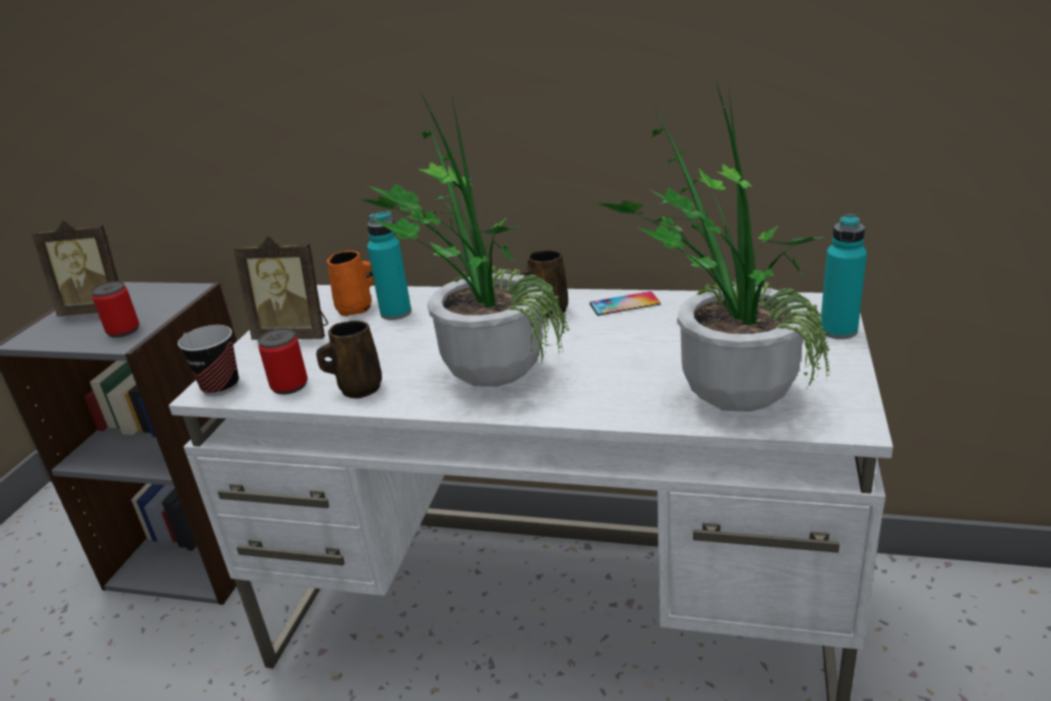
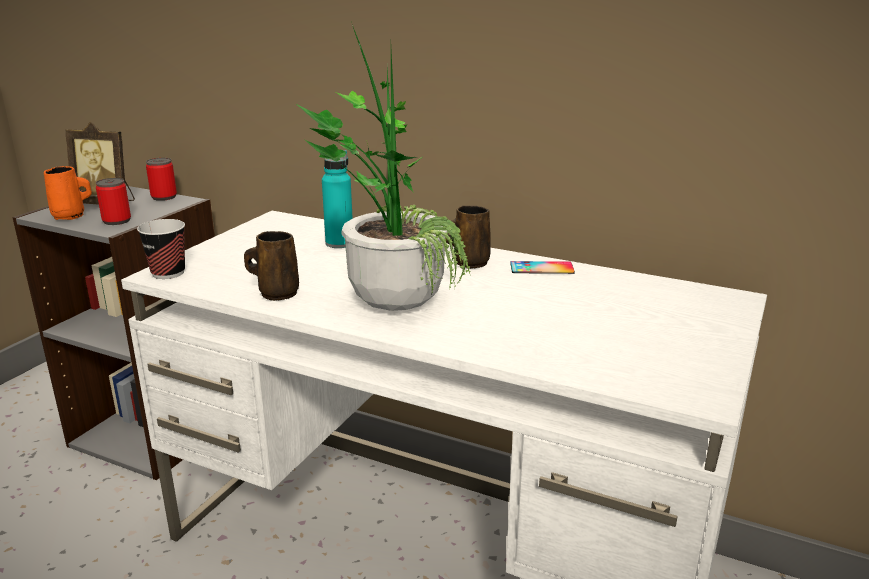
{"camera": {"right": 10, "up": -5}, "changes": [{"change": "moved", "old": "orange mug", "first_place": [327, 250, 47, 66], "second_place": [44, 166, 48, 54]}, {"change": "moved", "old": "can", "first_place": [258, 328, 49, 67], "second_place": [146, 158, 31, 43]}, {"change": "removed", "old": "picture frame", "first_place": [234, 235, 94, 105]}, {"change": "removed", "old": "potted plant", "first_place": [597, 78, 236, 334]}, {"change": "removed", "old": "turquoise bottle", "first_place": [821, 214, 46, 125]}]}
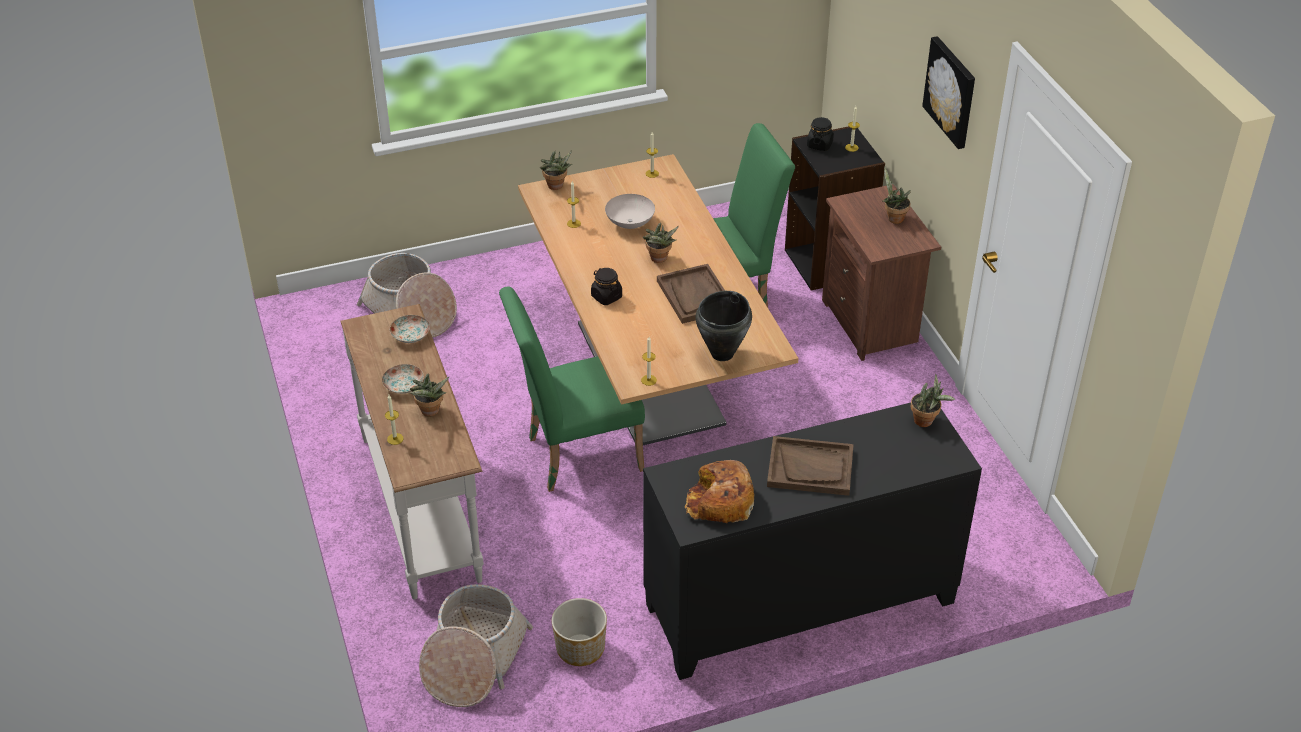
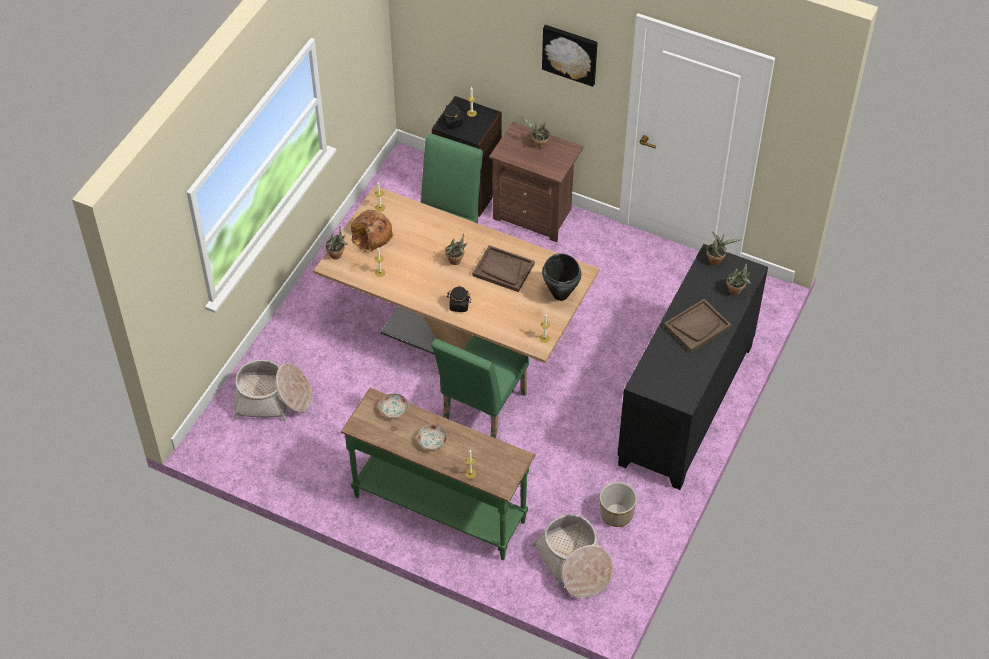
{"camera": {"right": -45, "up": 10}, "changes": [{"change": "recoloured", "old": "white console table", "new": "green console table", "first_place": [340, 304, 144, 296], "second_place": [341, 388, 194, 172]}, {"change": "moved", "old": "bread", "first_place": [685, 460, 69, 63], "second_place": [350, 210, 44, 42]}, {"change": "moved", "old": "potted plant", "first_place": [410, 373, 39, 44], "second_place": [726, 263, 25, 32]}, {"change": "removed", "old": "white bowl", "first_place": [605, 194, 50, 35]}]}
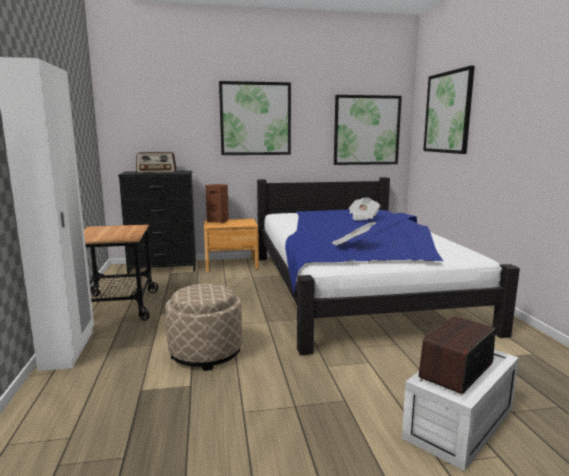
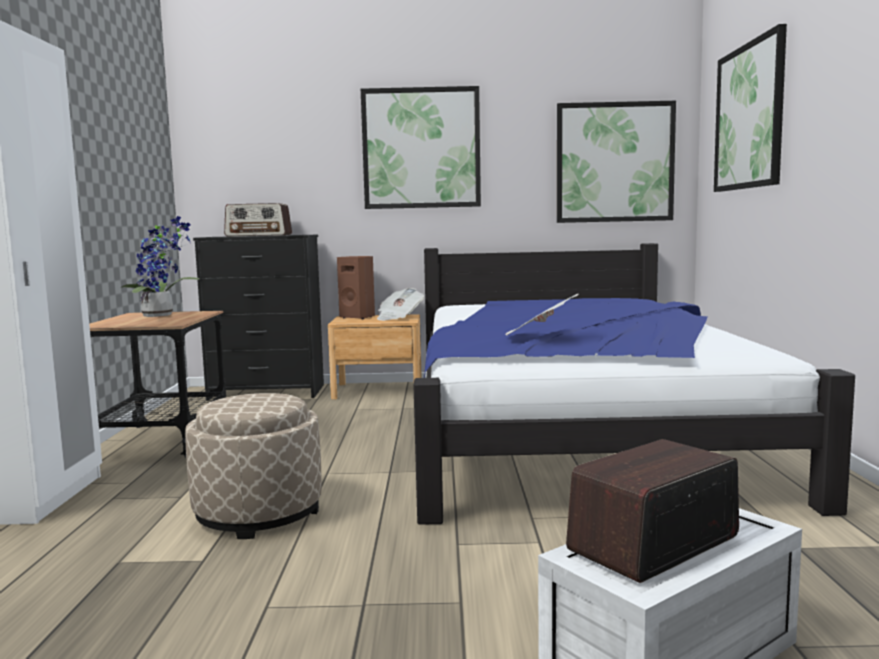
{"camera": {"right": 10, "up": -5}, "changes": [{"change": "added", "new": "potted plant", "second_place": [121, 216, 79, 101]}, {"change": "moved", "old": "newspaper", "first_place": [349, 197, 31, 23], "second_place": [377, 288, 47, 33]}]}
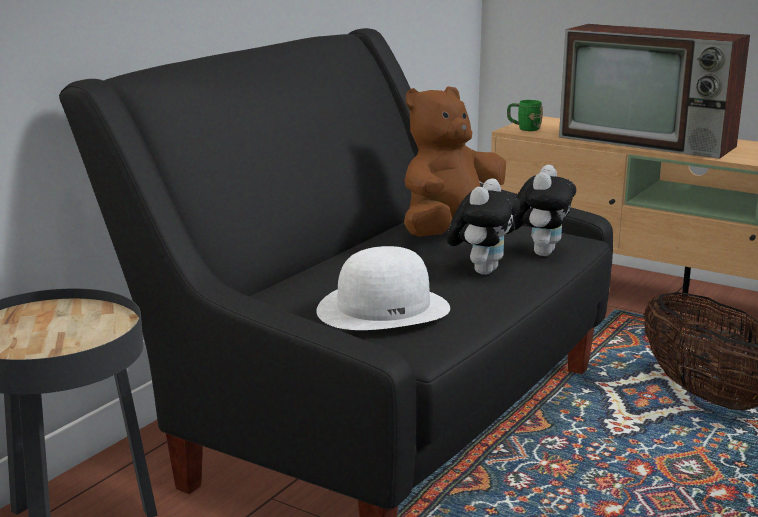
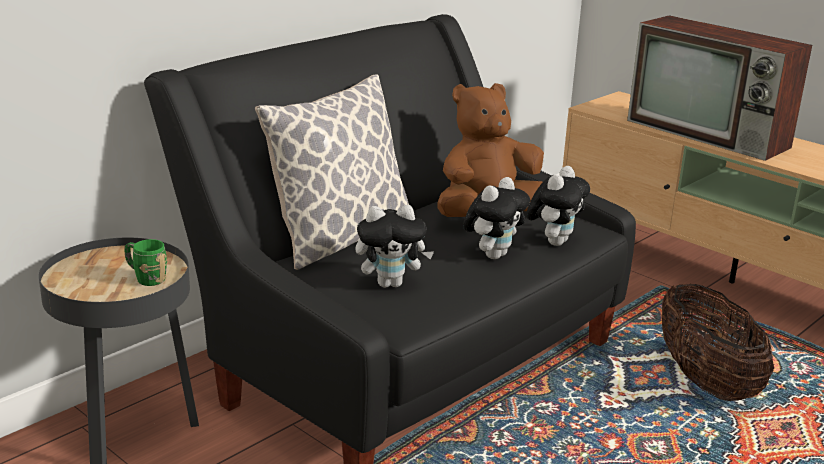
{"camera": {"right": 10, "up": 5}, "changes": [{"change": "moved", "old": "green mug", "first_place": [507, 100, 36, 31], "second_place": [124, 239, 43, 47]}, {"change": "added", "new": "pillow", "second_place": [255, 75, 154, 195]}, {"change": "replaced", "old": "white hat", "new": "plush toy", "first_place": [316, 246, 134, 84], "second_place": [356, 205, 78, 83]}]}
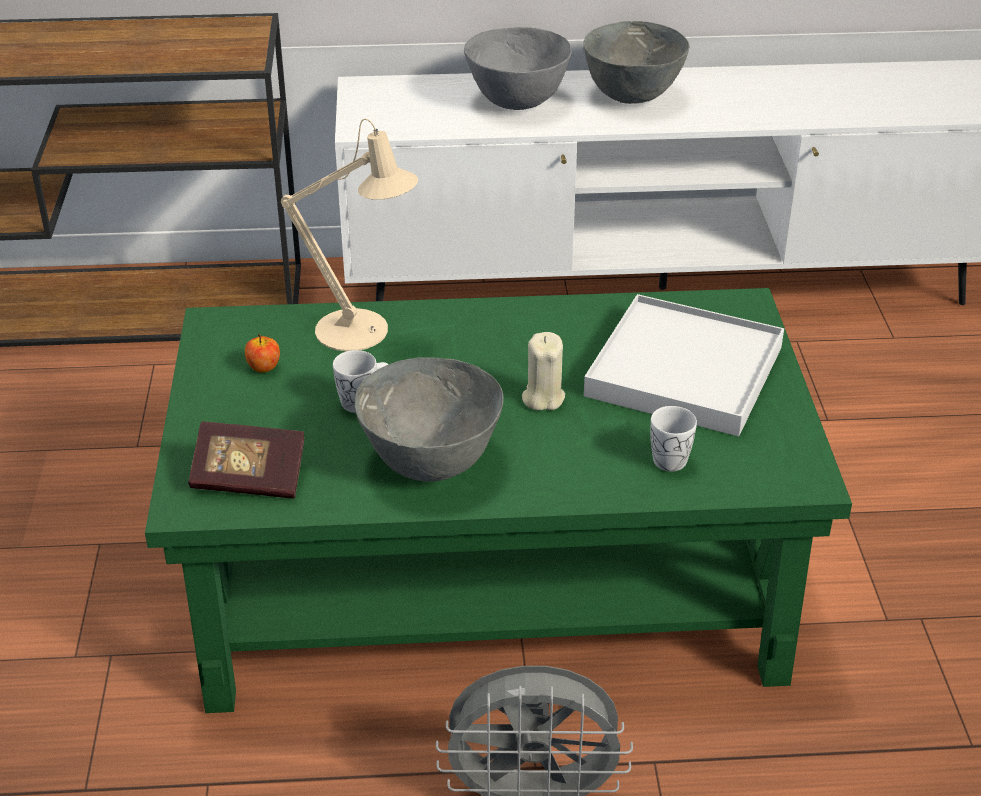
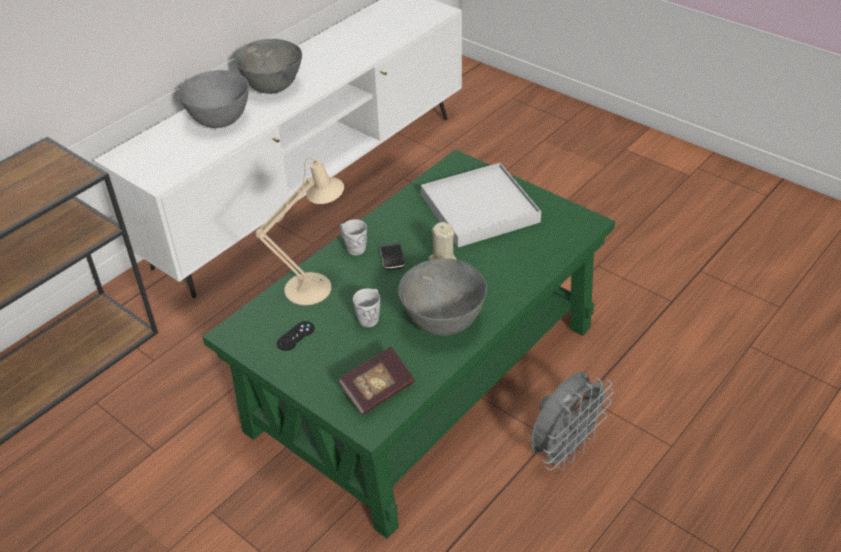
{"camera": {"right": -45, "up": 5}, "changes": [{"change": "replaced", "old": "apple", "new": "black game controller", "first_place": [245, 334, 35, 39], "second_place": [276, 321, 39, 30]}, {"change": "moved", "old": "white mug", "first_place": [650, 406, 47, 66], "second_place": [339, 219, 28, 37]}, {"change": "added", "new": "phone", "second_place": [380, 242, 25, 28]}]}
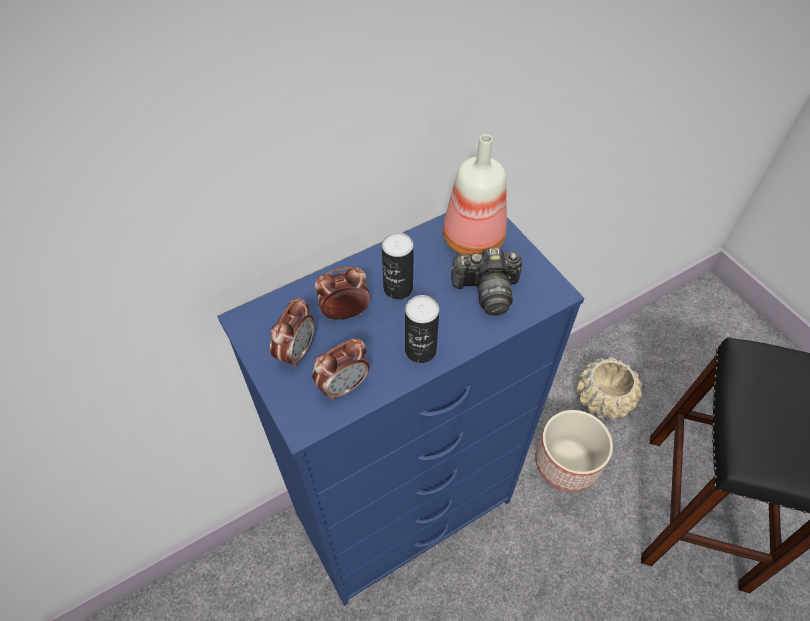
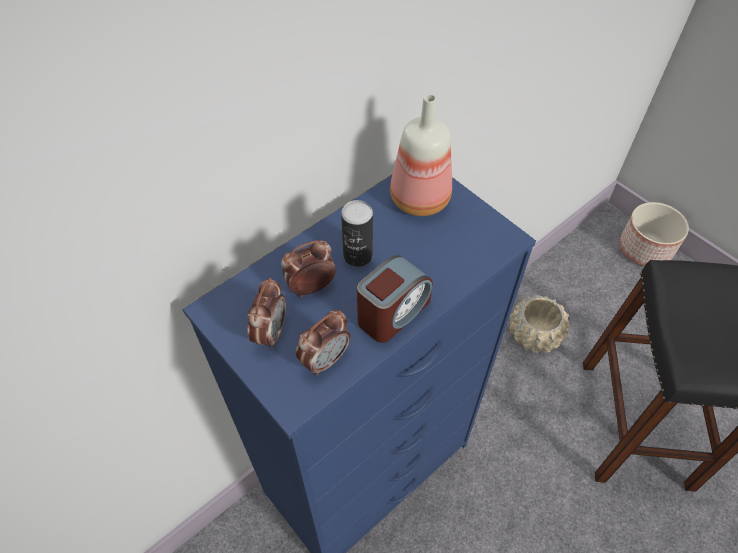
{"camera": {"right": -10, "up": 0}, "changes": [{"change": "replaced", "old": "can", "new": "alarm clock", "first_place": [405, 295, 34, 68], "second_place": [357, 255, 76, 88]}, {"change": "moved", "old": "planter", "first_place": [535, 410, 78, 82], "second_place": [619, 202, 70, 64]}, {"change": "removed", "old": "photo camera", "first_place": [450, 248, 72, 67]}]}
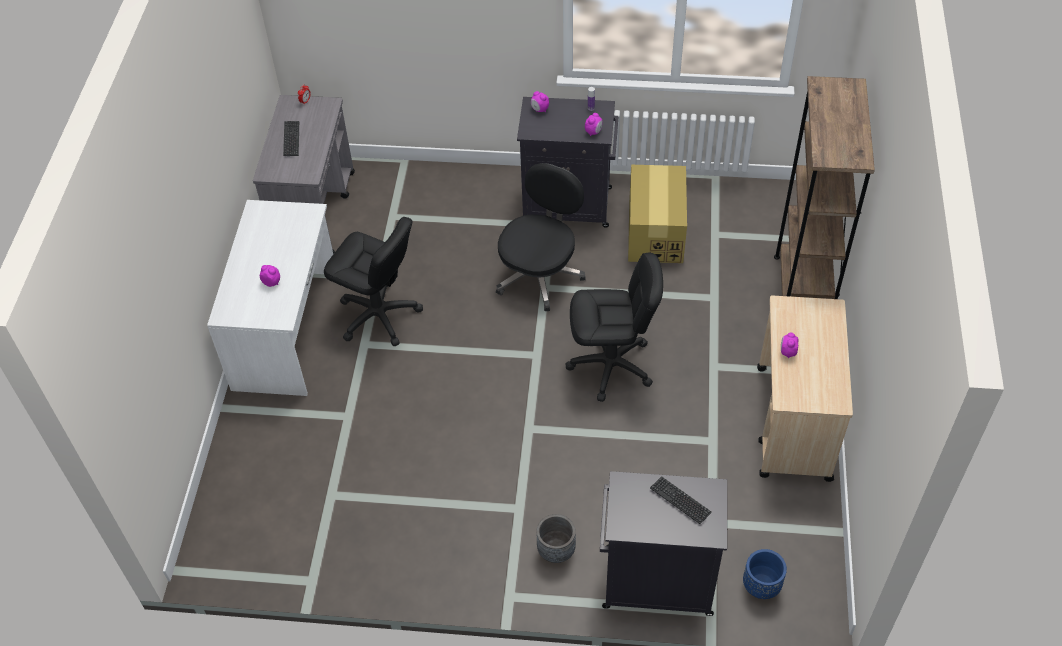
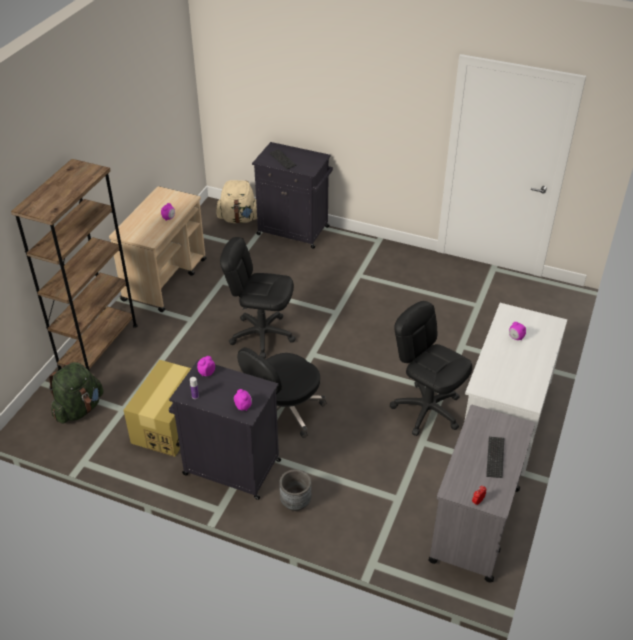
{"camera": {"right": -165, "up": -10}, "changes": [{"change": "added", "new": "green backpack", "second_place": [49, 362, 55, 62]}, {"change": "replaced", "old": "blue planter", "new": "beige backpack", "first_place": [743, 549, 44, 50], "second_place": [216, 180, 41, 44]}, {"change": "moved", "old": "grey planter", "first_place": [537, 514, 39, 49], "second_place": [279, 469, 32, 42]}]}
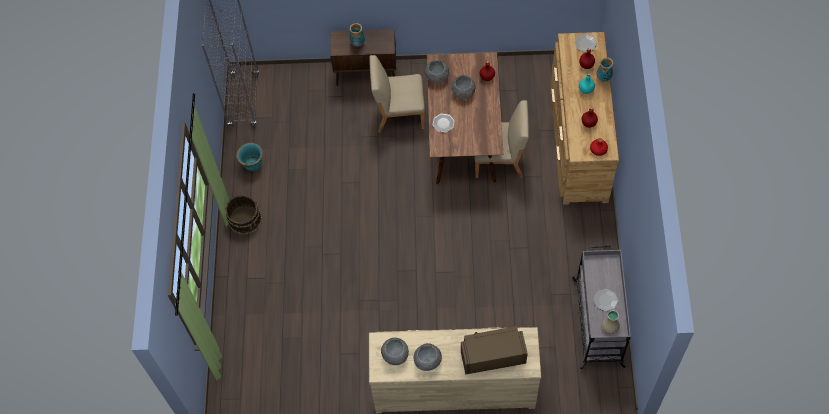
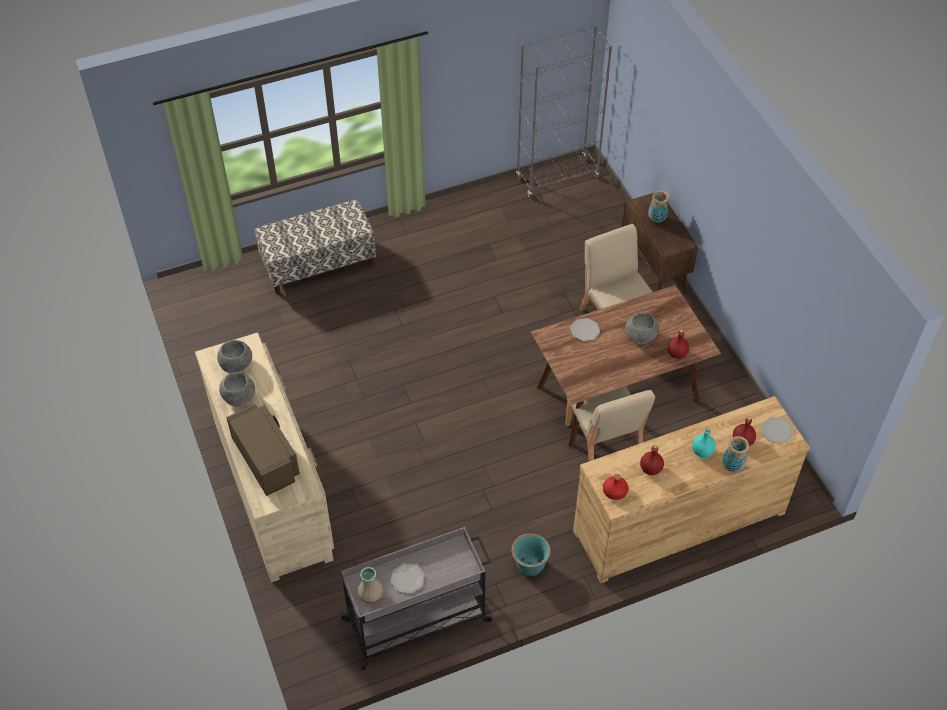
{"camera": {"right": 65, "up": -10}, "changes": [{"change": "added", "new": "bench", "second_place": [255, 199, 121, 96]}, {"change": "moved", "old": "turquoise planter", "first_place": [236, 143, 27, 28], "second_place": [511, 533, 40, 43]}, {"change": "removed", "old": "brown bucket", "first_place": [225, 194, 37, 41]}, {"change": "removed", "old": "grey bowl", "first_place": [425, 60, 24, 24]}]}
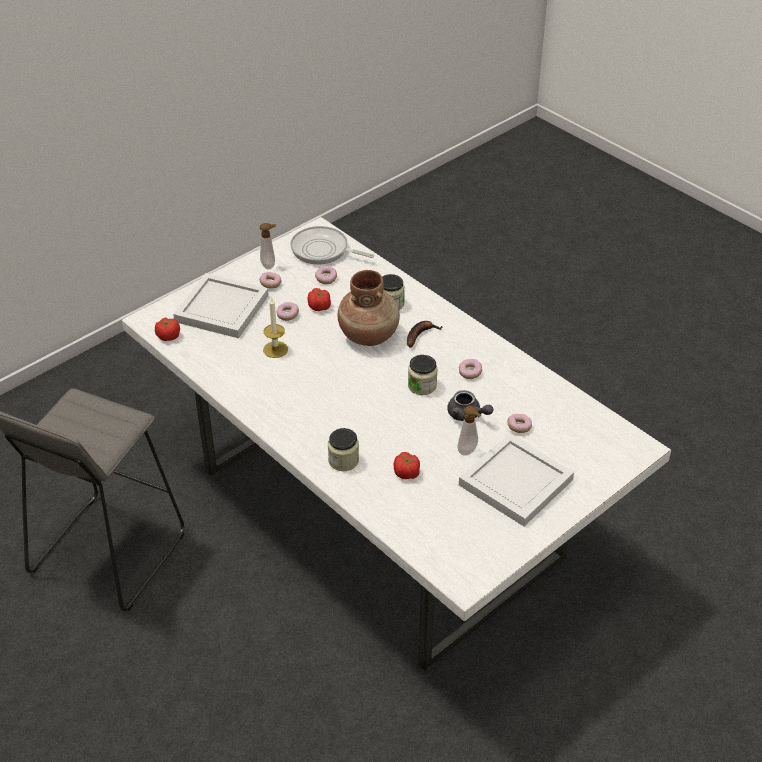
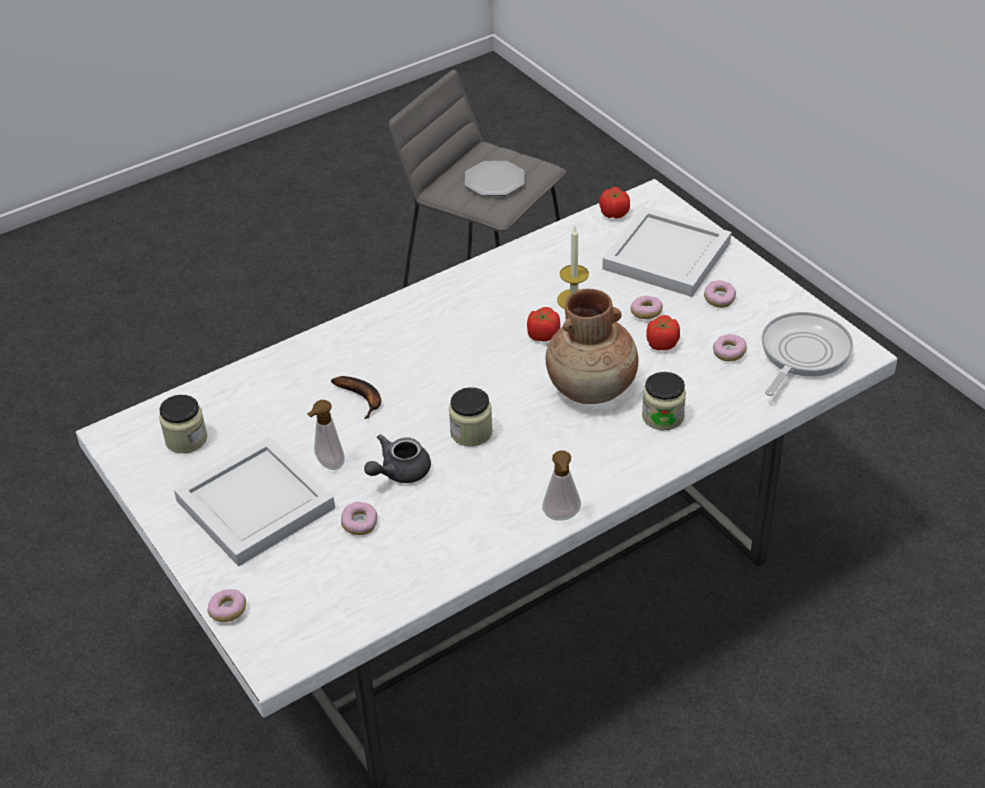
{"camera": {"right": 100, "up": 0}, "changes": [{"change": "moved", "old": "jar", "first_place": [328, 428, 31, 43], "second_place": [159, 395, 48, 58]}, {"change": "moved", "old": "donut", "first_place": [459, 359, 23, 20], "second_place": [207, 589, 39, 33]}, {"change": "moved", "old": "banana", "first_place": [407, 321, 35, 27], "second_place": [331, 376, 50, 43]}, {"change": "added", "new": "plate", "second_place": [465, 161, 60, 35]}, {"change": "moved", "old": "tomato", "first_place": [394, 452, 26, 27], "second_place": [527, 307, 33, 35]}, {"change": "moved", "old": "soap dispenser", "first_place": [260, 223, 16, 46], "second_place": [542, 450, 39, 71]}]}
